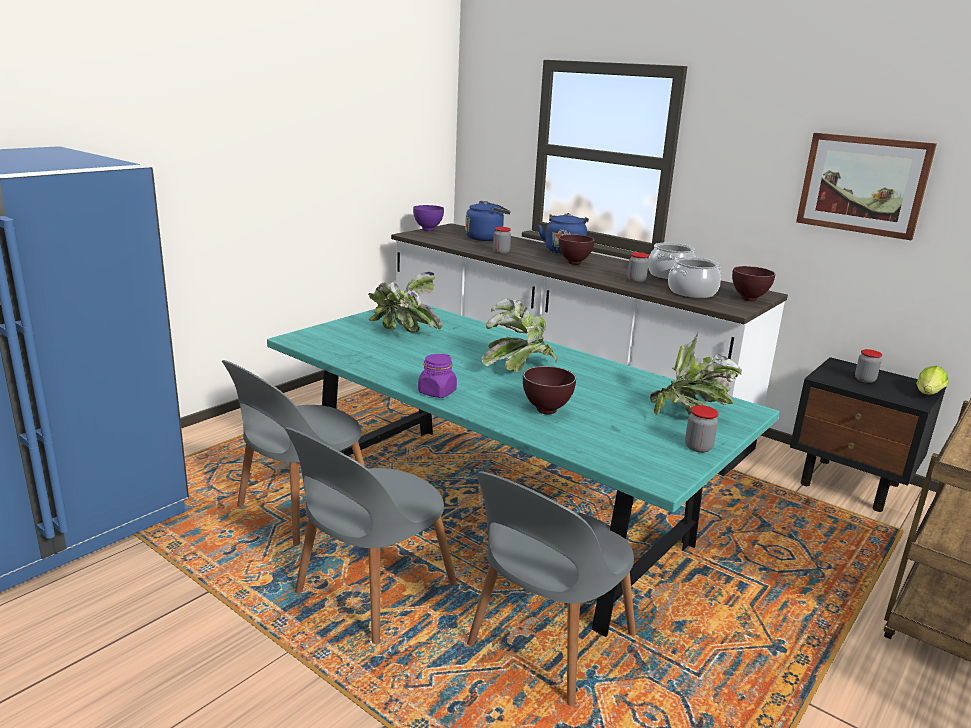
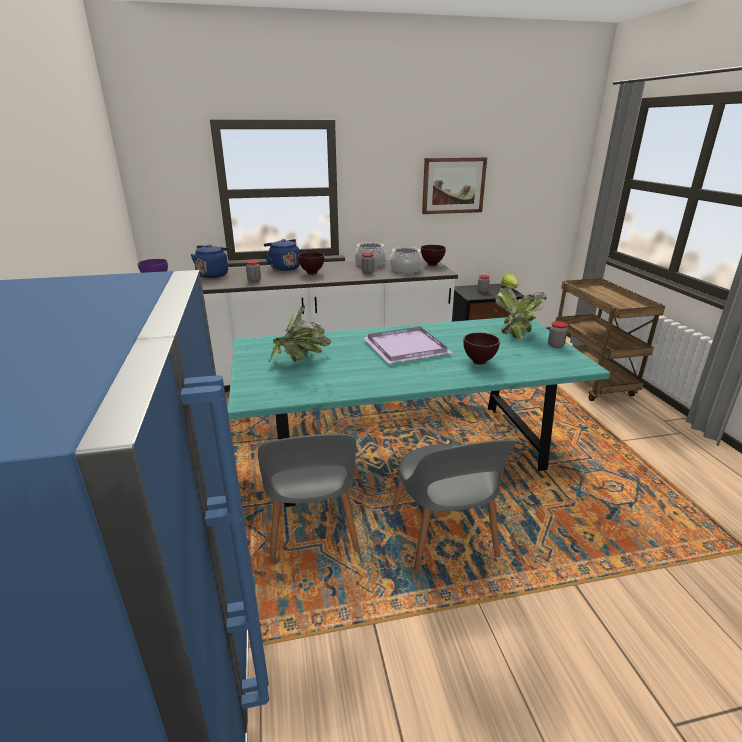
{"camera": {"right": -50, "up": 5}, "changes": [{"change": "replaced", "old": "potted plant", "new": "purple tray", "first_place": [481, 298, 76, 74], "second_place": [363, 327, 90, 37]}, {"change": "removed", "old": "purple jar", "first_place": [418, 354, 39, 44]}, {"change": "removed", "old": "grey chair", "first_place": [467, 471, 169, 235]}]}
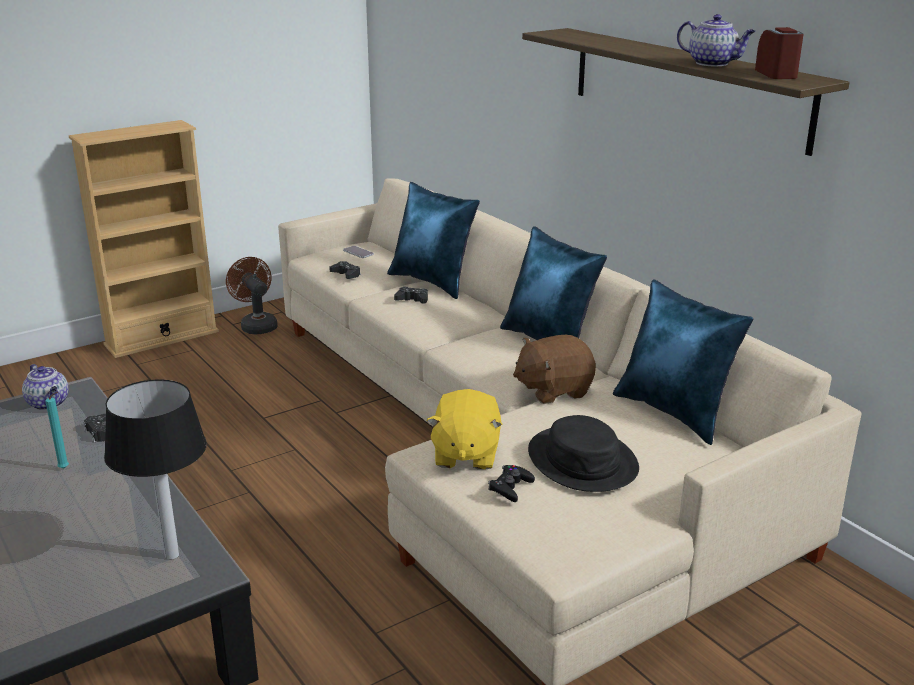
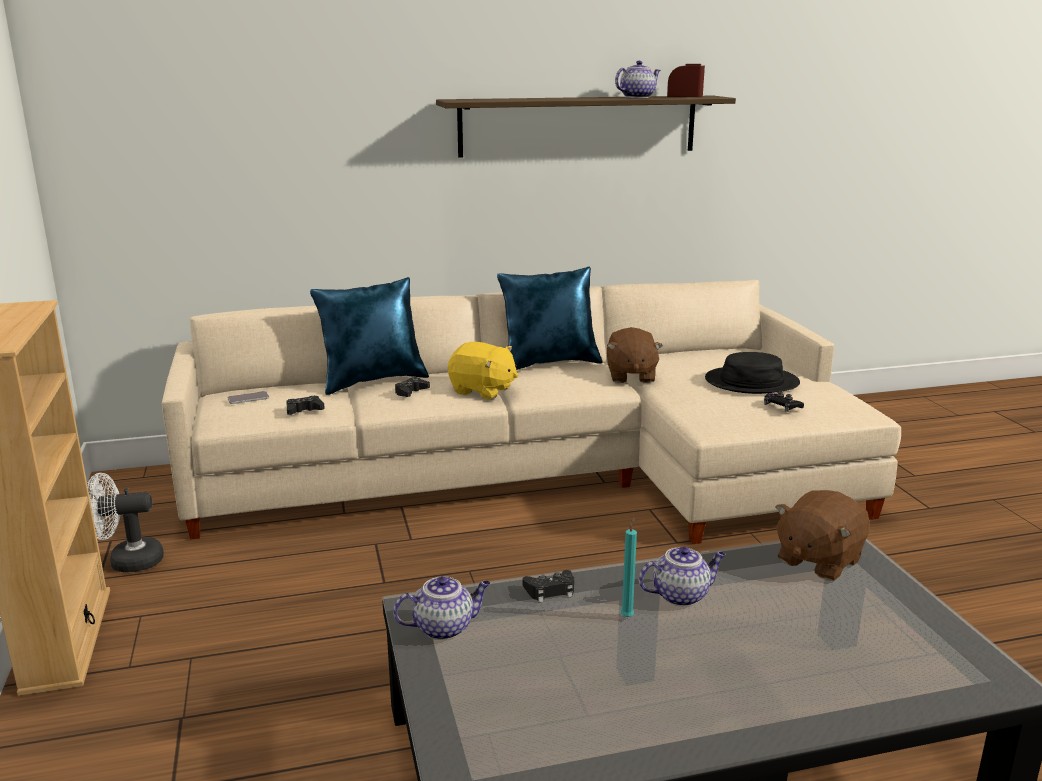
{"camera": {"right": -70, "up": -5}, "changes": [{"change": "recoloured", "old": "brown fan", "new": "white fan", "first_place": [226, 257, 52, 77], "second_place": [87, 473, 77, 99]}, {"change": "moved", "old": "yellow plush toy", "first_place": [427, 389, 75, 80], "second_place": [448, 342, 70, 57]}, {"change": "added", "new": "teapot", "second_place": [639, 546, 87, 60]}, {"change": "replaced", "old": "table lamp", "new": "brown plush toy", "first_place": [104, 380, 103, 180], "second_place": [775, 490, 94, 91]}, {"change": "removed", "old": "blue pillow", "first_place": [613, 279, 140, 166]}]}
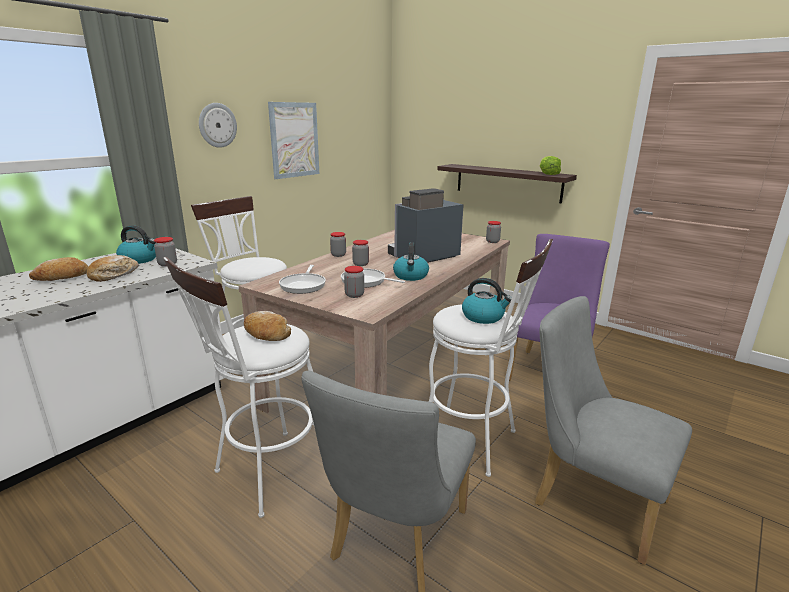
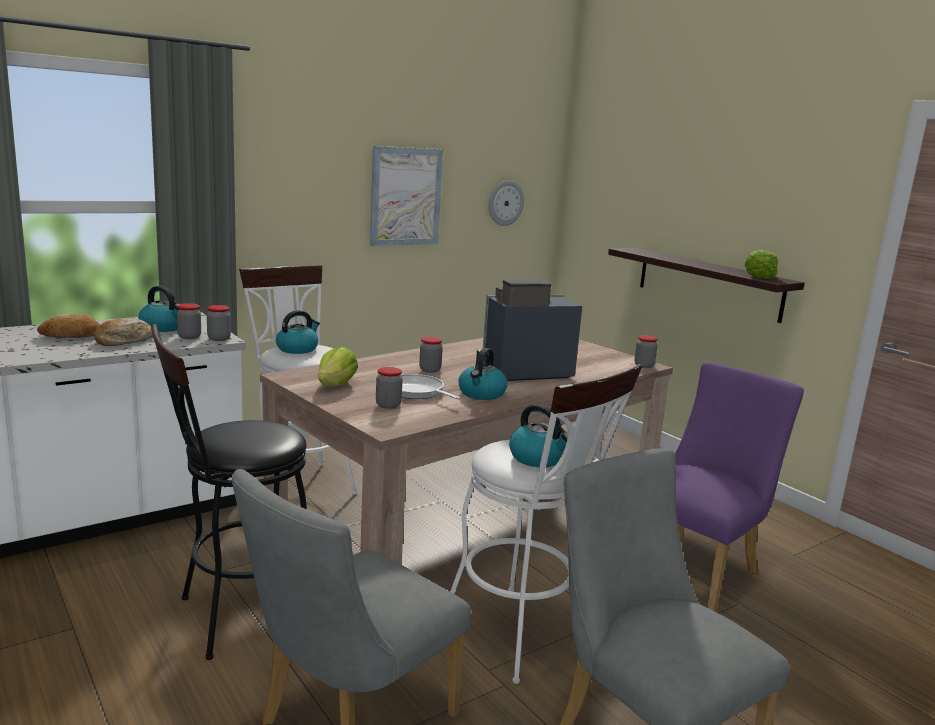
{"camera": {"right": 15, "up": -5}, "changes": [{"change": "recoloured", "old": "white stool", "new": "black stool", "first_place": [163, 257, 151, 261], "second_place": [151, 324, 156, 336]}, {"change": "moved", "old": "jar", "first_place": [330, 232, 16, 25], "second_place": [207, 305, 24, 36]}, {"change": "added", "new": "kettle", "second_place": [276, 310, 44, 44]}, {"change": "replaced", "old": "frying pan", "new": "lettuce", "first_place": [279, 265, 47, 29], "second_place": [318, 347, 40, 39]}, {"change": "moved", "old": "wall clock", "first_place": [199, 103, 38, 45], "second_place": [488, 181, 36, 45]}, {"change": "removed", "old": "bread", "first_place": [244, 311, 47, 30]}]}
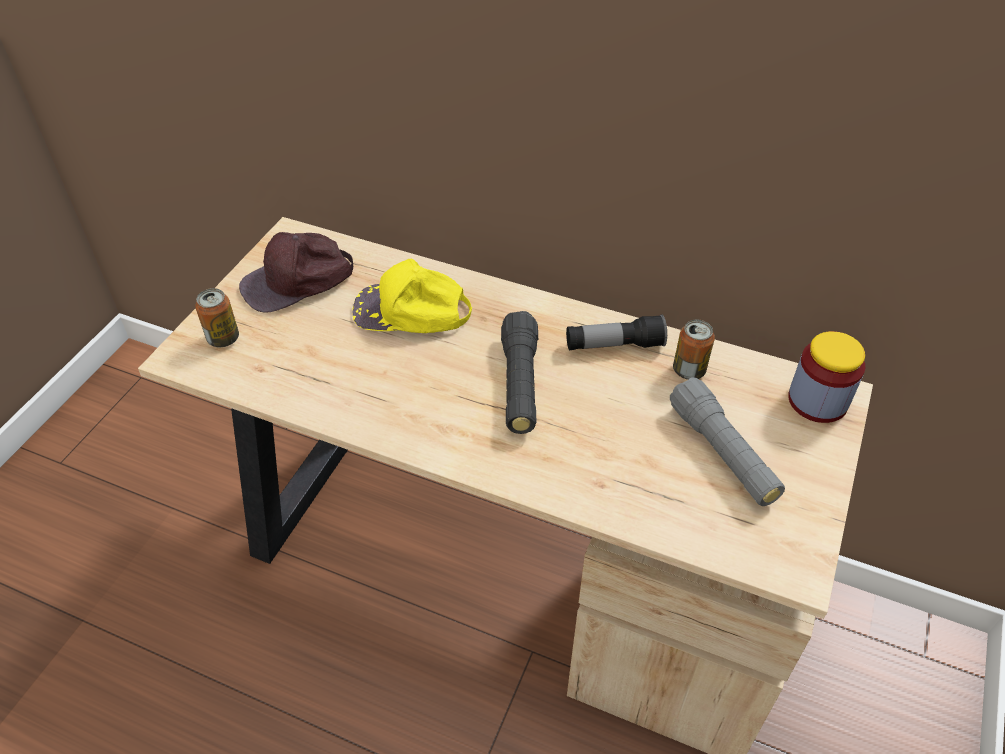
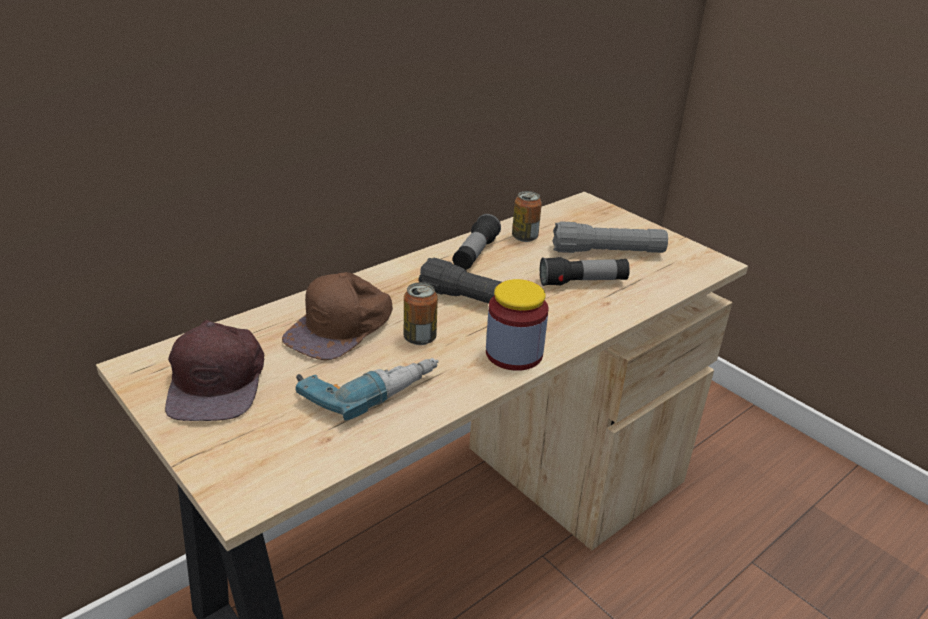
{"camera": {"right": -65, "up": -15}, "changes": [{"change": "recoloured", "old": "yellow cap", "new": "brown cap", "first_place": [352, 259, 120, 74], "second_place": [282, 272, 111, 88]}, {"change": "added", "new": "power drill", "second_place": [295, 358, 144, 63]}, {"change": "moved", "old": "can", "first_place": [195, 288, 44, 59], "second_place": [403, 282, 35, 63]}, {"change": "moved", "old": "jar", "first_place": [788, 331, 77, 92], "second_place": [486, 279, 62, 92]}, {"change": "added", "new": "flashlight", "second_place": [540, 257, 90, 29]}]}
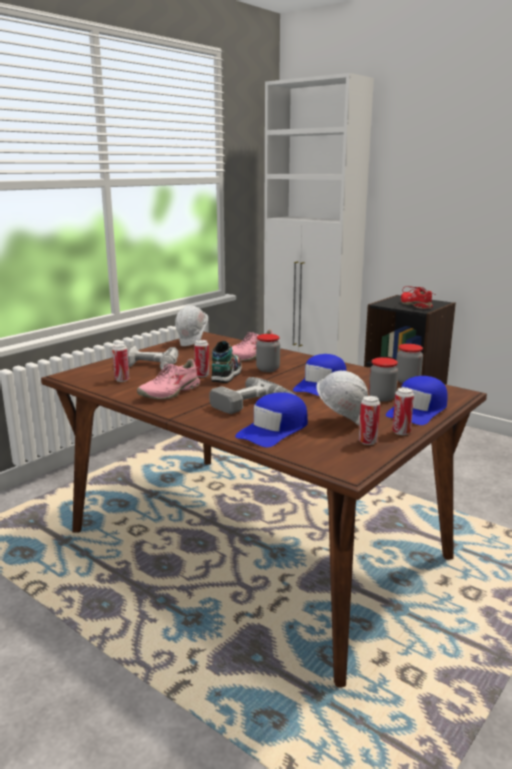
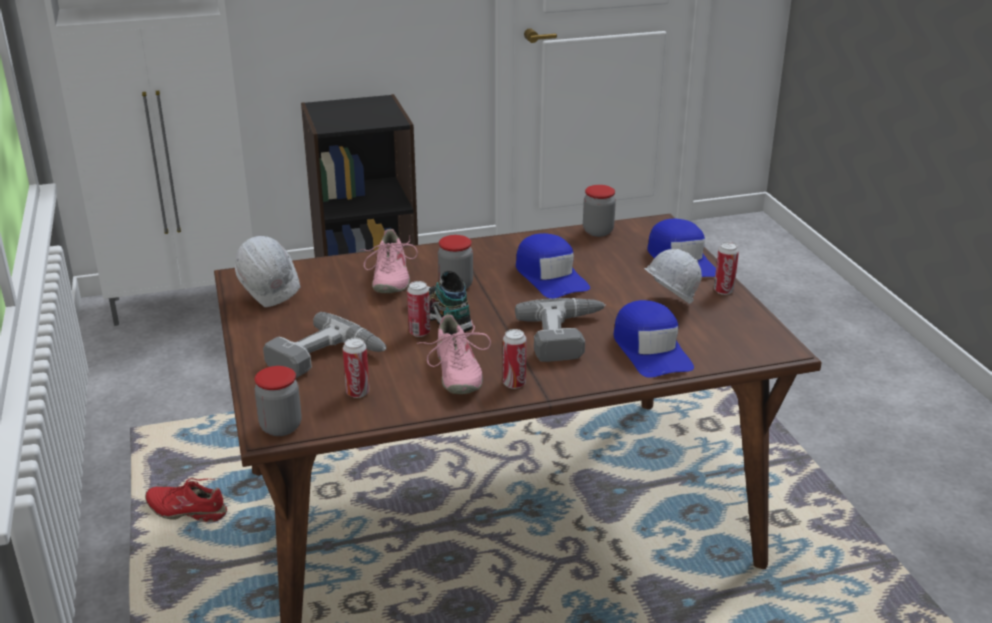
{"camera": {"right": -55, "up": 10}, "changes": [{"change": "moved", "old": "red shoe", "first_place": [401, 286, 33, 23], "second_place": [145, 478, 82, 44]}, {"change": "moved", "old": "jar", "first_place": [369, 357, 29, 45], "second_place": [255, 366, 46, 70]}, {"change": "moved", "old": "can", "first_place": [359, 396, 21, 49], "second_place": [503, 329, 24, 60]}]}
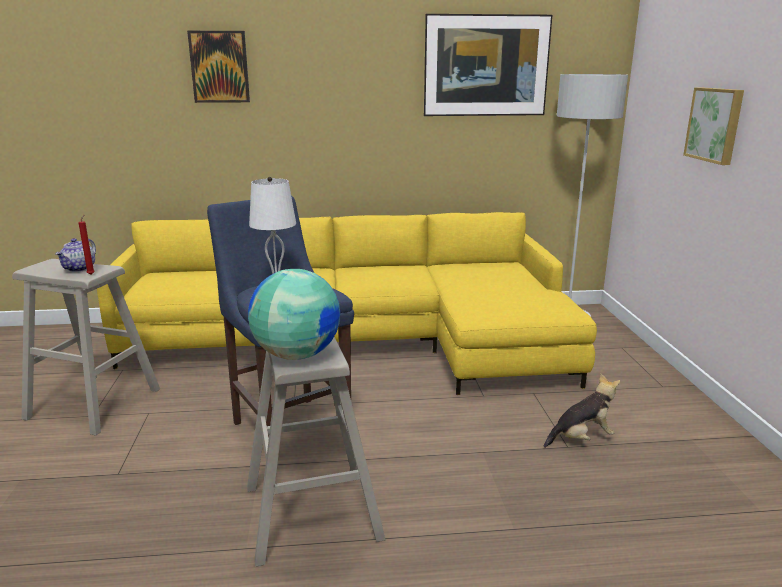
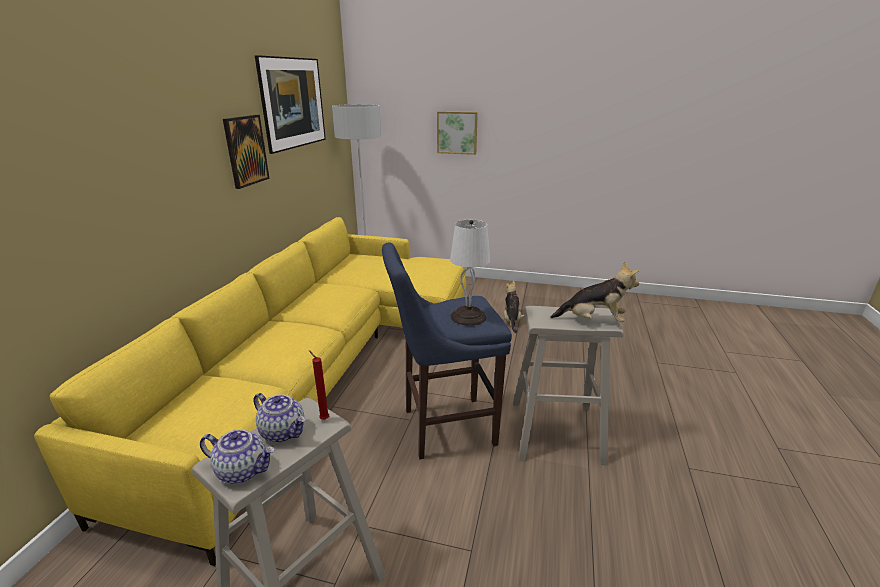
{"camera": {"right": -70, "up": 5}, "changes": [{"change": "added", "new": "teapot", "second_place": [200, 429, 75, 55]}, {"change": "moved", "old": "picture", "first_place": [187, 31, 63, 72], "second_place": [223, 115, 47, 74]}, {"change": "replaced", "old": "globe", "new": "plush toy", "first_place": [248, 269, 92, 91], "second_place": [550, 262, 89, 60]}]}
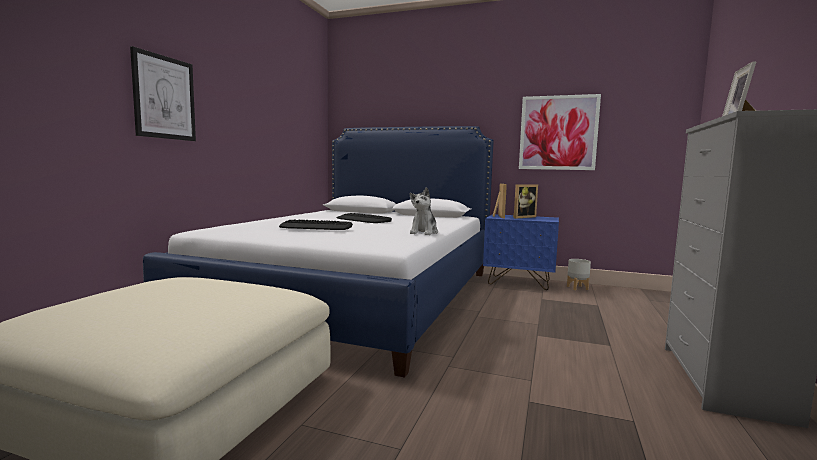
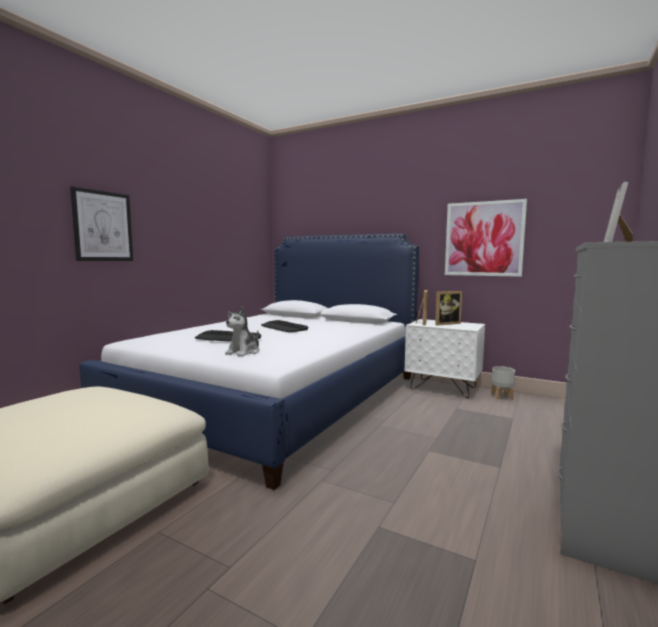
{"camera": {"right": 10, "up": 0}, "changes": [{"change": "moved", "old": "plush toy", "first_place": [409, 187, 29, 48], "second_place": [225, 306, 34, 51]}, {"change": "recoloured", "old": "blue nightstand", "new": "white nightstand", "first_place": [483, 214, 76, 76], "second_place": [405, 319, 80, 79]}]}
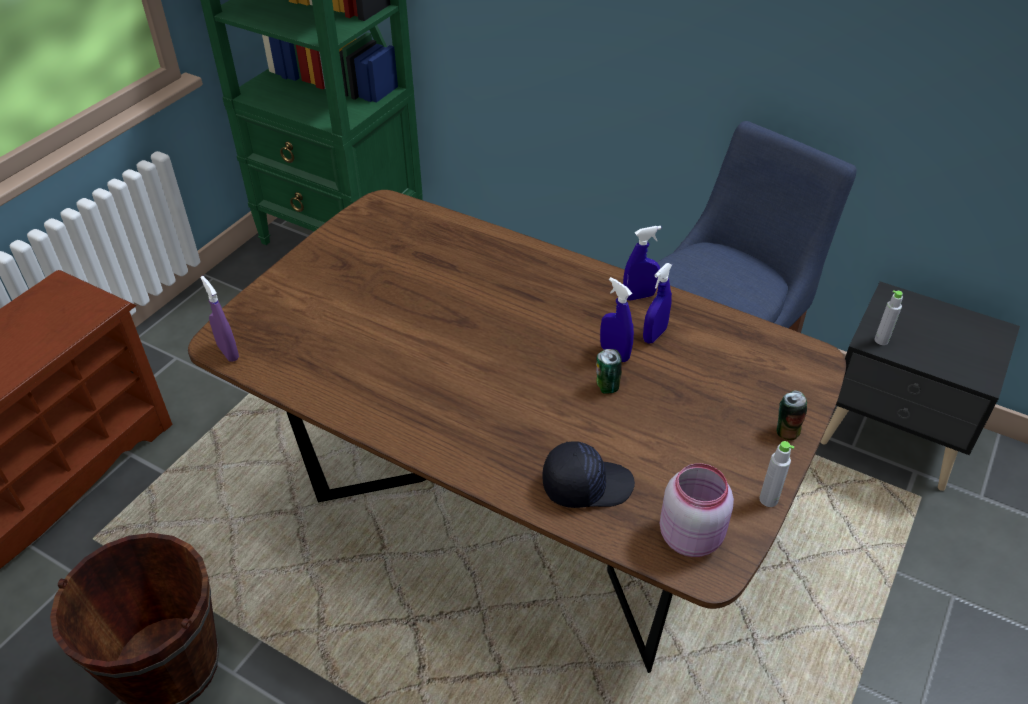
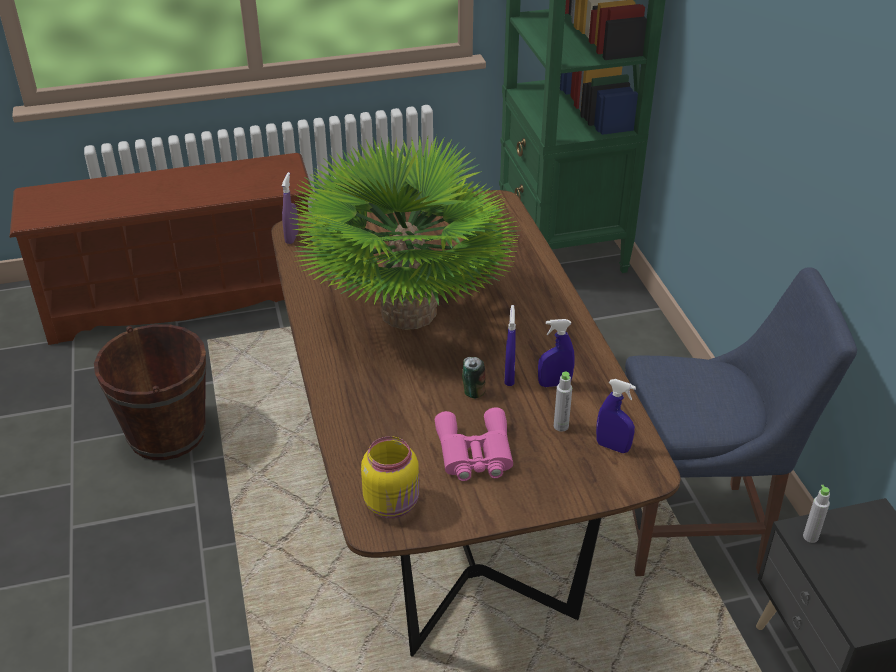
{"camera": {"right": 45, "up": -5}, "changes": [{"change": "added", "new": "potted plant", "second_place": [289, 135, 229, 195]}, {"change": "recoloured", "old": "pink jar", "new": "yellow jar", "first_place": [660, 463, 74, 94], "second_place": [361, 436, 58, 82]}, {"change": "added", "new": "pink binoculars", "second_place": [435, 407, 78, 74]}, {"change": "moved", "old": "grey bottle", "first_place": [759, 441, 35, 66], "second_place": [554, 372, 18, 60]}, {"change": "moved", "old": "blue spray bottle", "first_place": [623, 226, 38, 75], "second_place": [596, 379, 40, 74]}, {"change": "removed", "old": "black cap", "first_place": [542, 441, 93, 67]}, {"change": "removed", "old": "can", "first_place": [777, 390, 30, 50]}]}
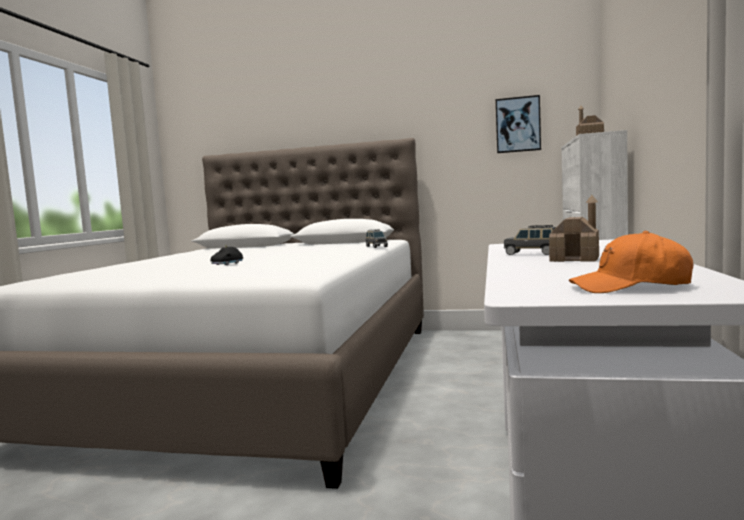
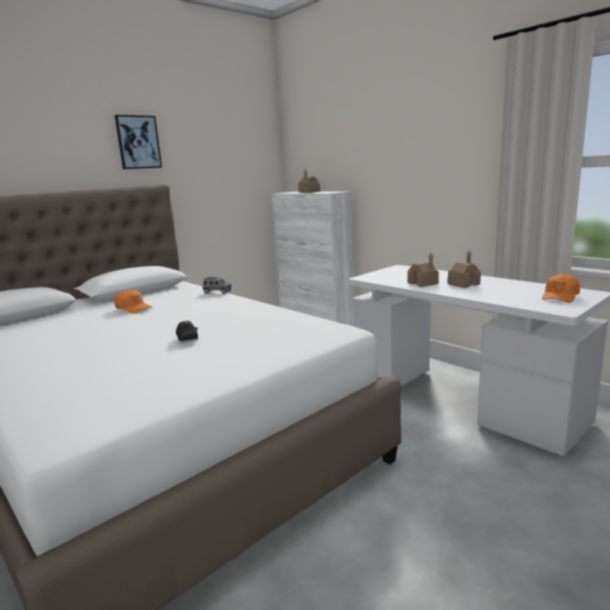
{"camera": {"right": -55, "up": 10}, "changes": [{"change": "added", "new": "orange cap", "second_place": [114, 289, 38, 25]}, {"change": "moved", "old": "picture", "first_place": [496, 95, 45, 58], "second_place": [115, 115, 47, 54]}, {"change": "replaced", "old": "grey toy car", "new": "toy house", "first_place": [504, 225, 52, 30], "second_place": [407, 253, 32, 34]}]}
